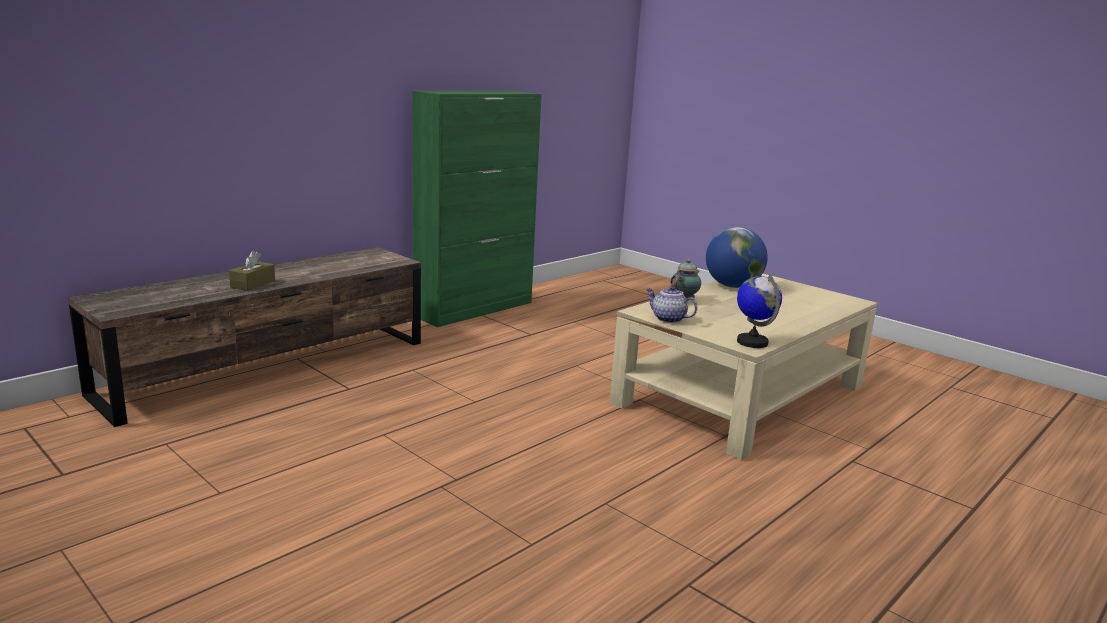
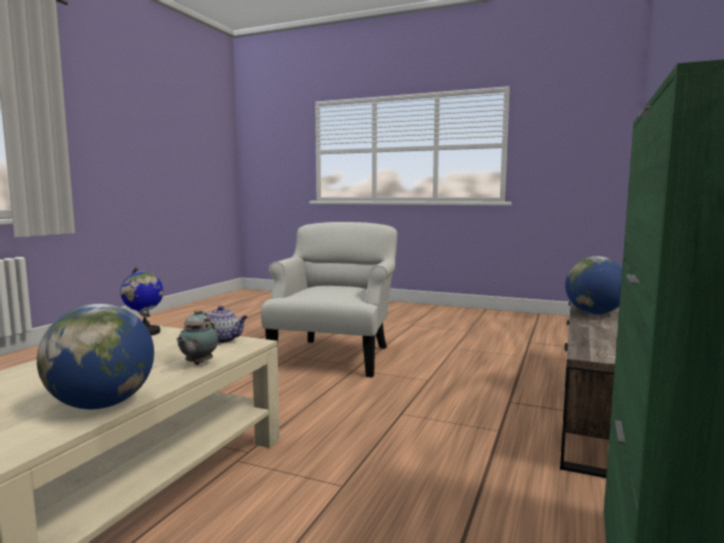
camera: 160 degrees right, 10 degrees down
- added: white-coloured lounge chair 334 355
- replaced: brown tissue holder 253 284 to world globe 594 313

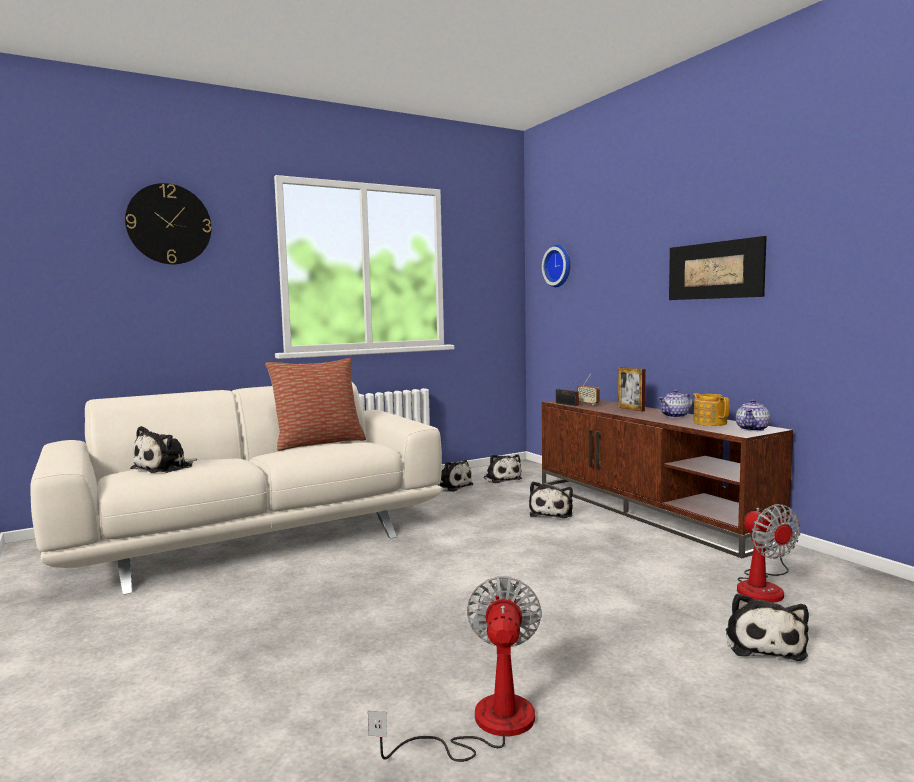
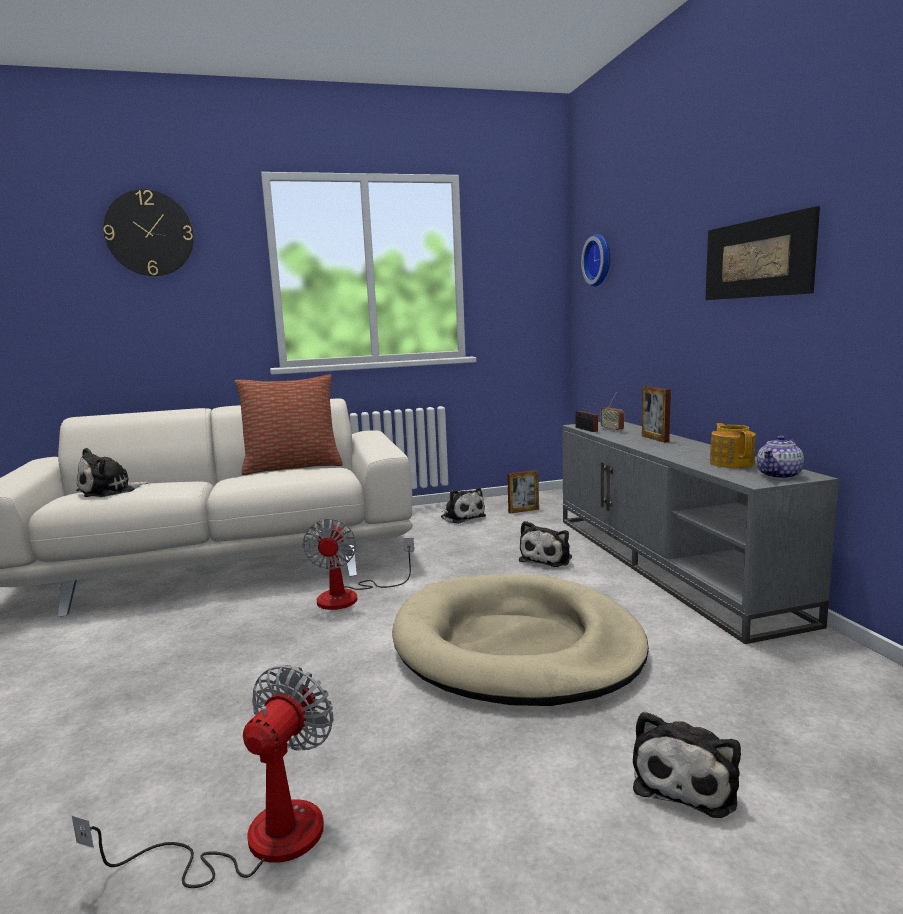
camera: 15 degrees right, 5 degrees up
- moved: electric fan 763 587 to 351 596
- added: beige pet bed 516 646
- replaced: plush toy 501 479 to standing frame 523 510
- recoloured: brown tv unit 648 510 to greyish tv unit 668 564
- removed: teapot 675 416

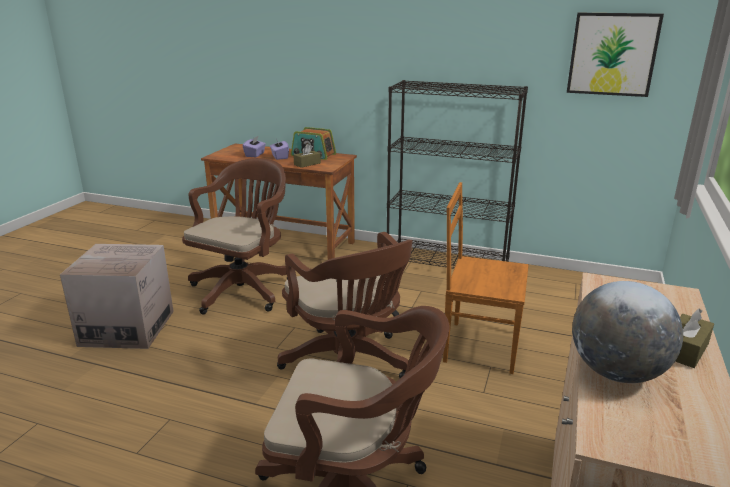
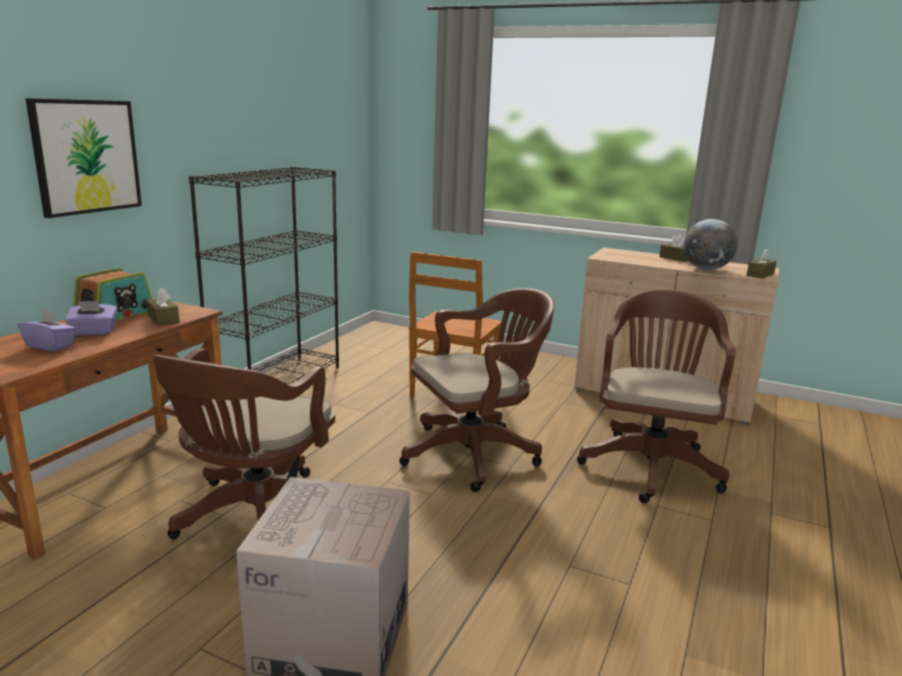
camera: 85 degrees left, 5 degrees down
- moved: picture 612 54 to 86 156
- turned: brown office chair 245 288 = 254 519 105 degrees counterclockwise
- added: brown tissue holder 760 274

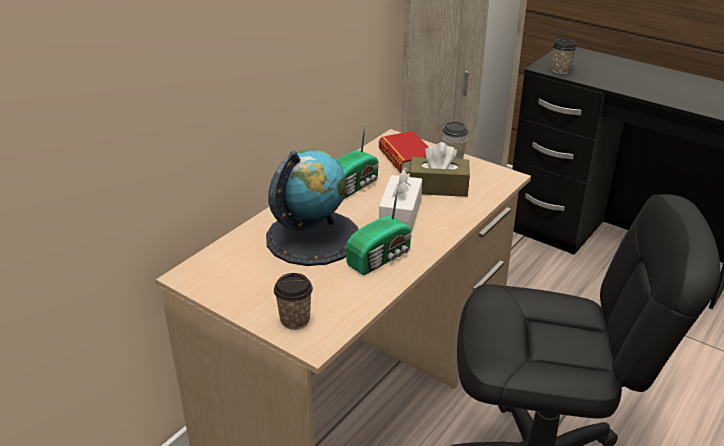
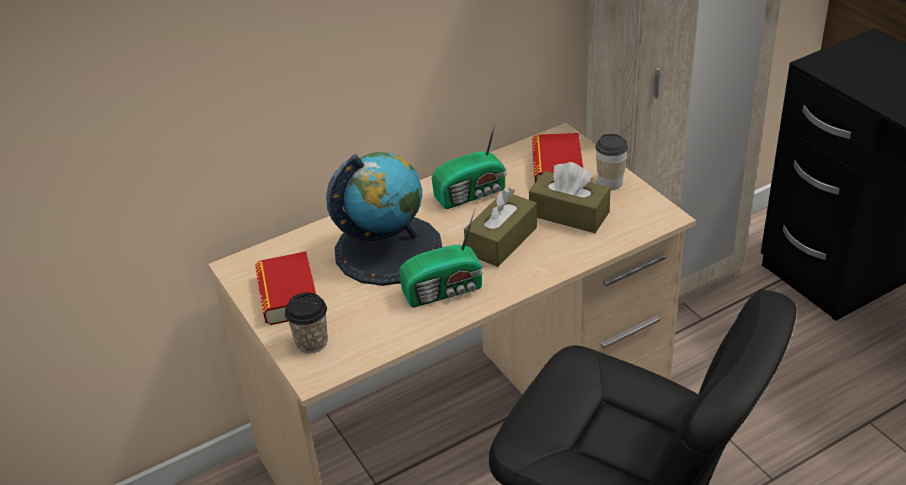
camera: 25 degrees right, 5 degrees up
- added: volume 288 295
- recoloured: white-coloured tissue holder 400 214 to brown tissue holder 501 240
- removed: small cup 560 70

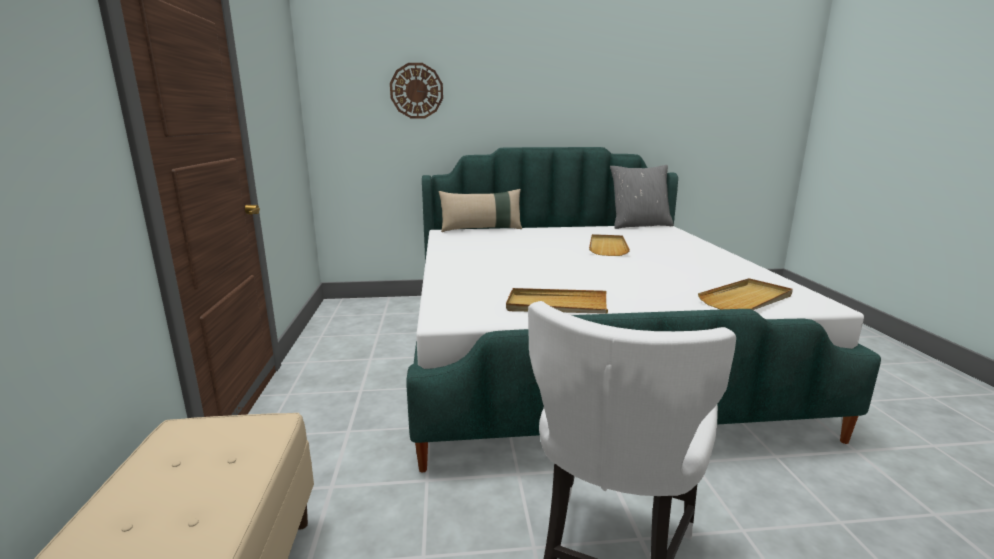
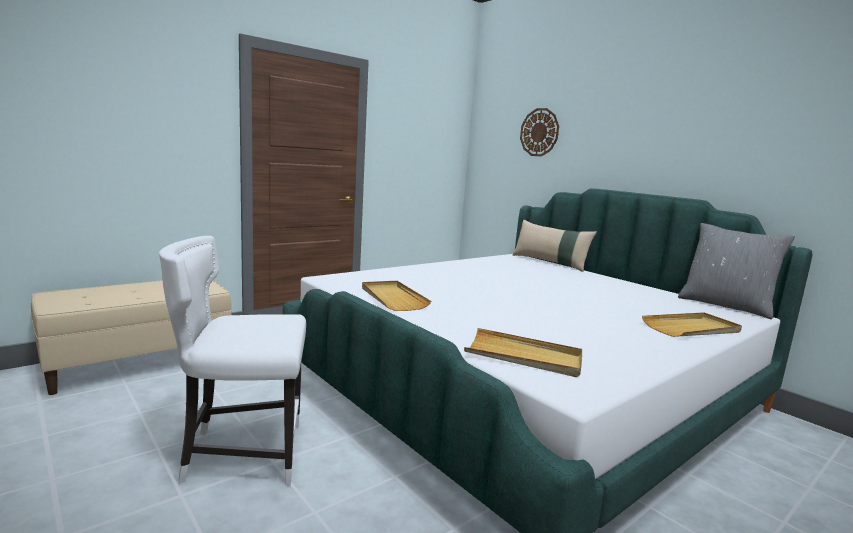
camera: 55 degrees right, 5 degrees down
- moved: beige tray 607 247 to 692 328

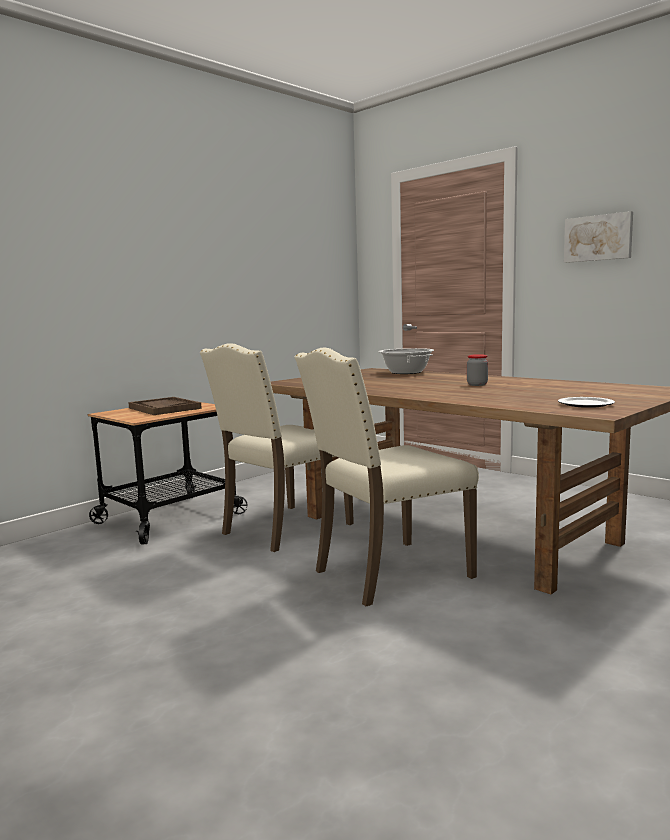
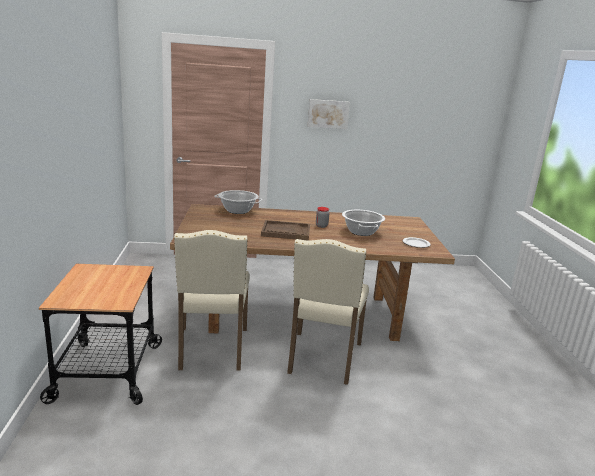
camera: 50 degrees left, 10 degrees up
- moved: brown tray 164 408 to 285 232
- added: cooking pot 361 232

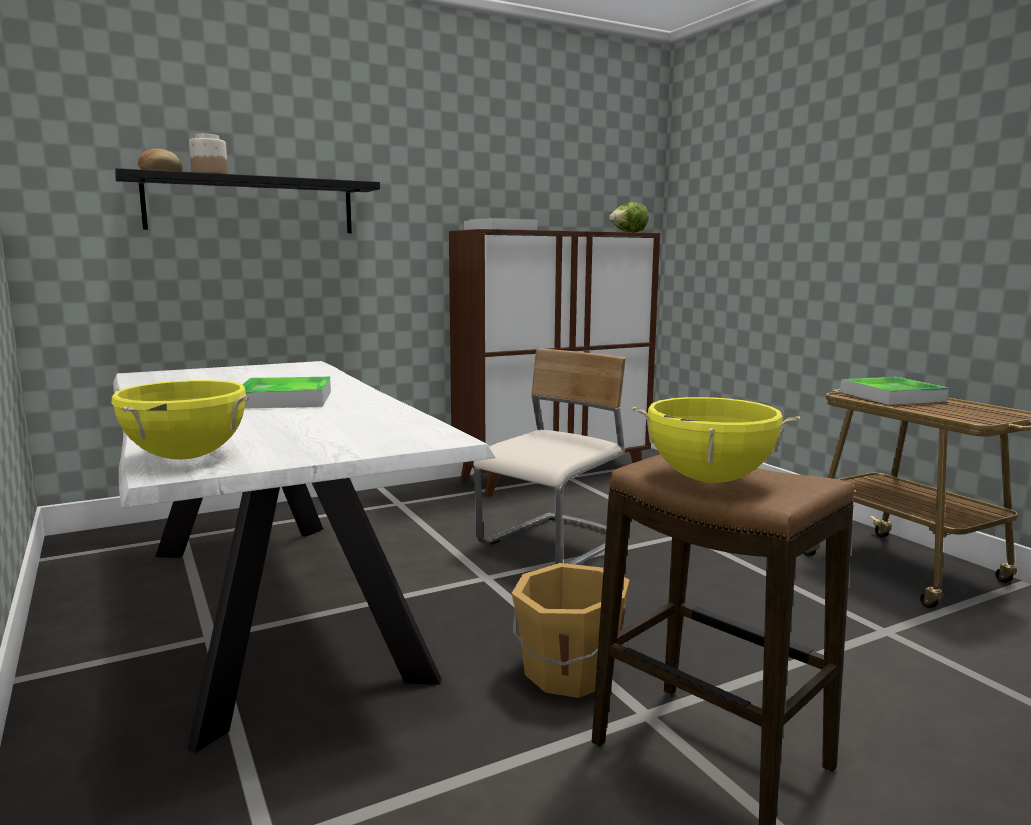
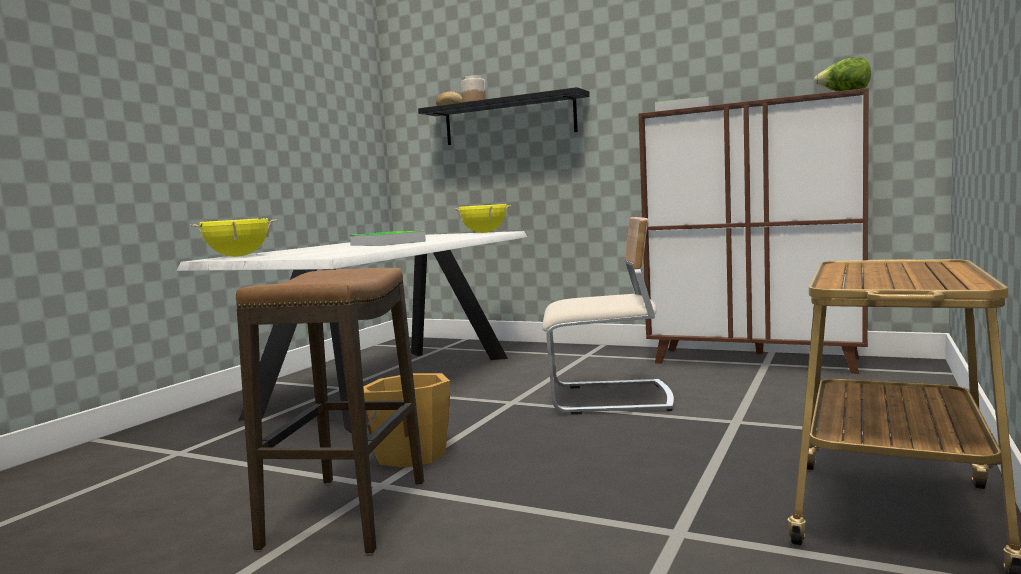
camera: 55 degrees right, 5 degrees down
- moved: yellow-coloured cooking pot 709 480 to 484 232
- removed: tray 891 396

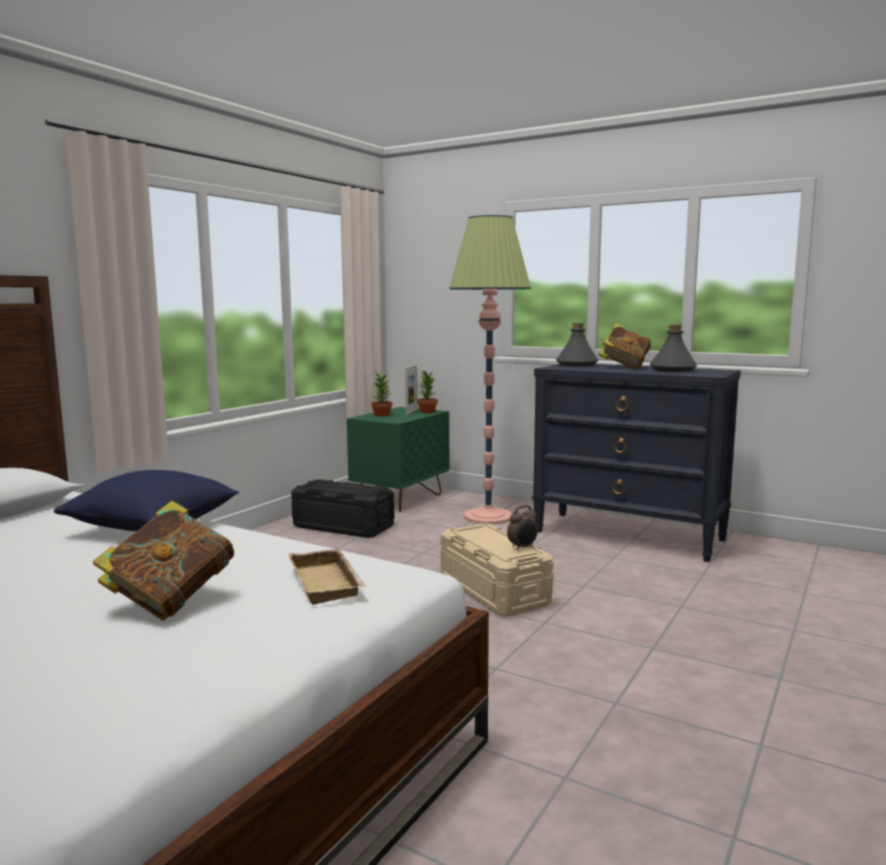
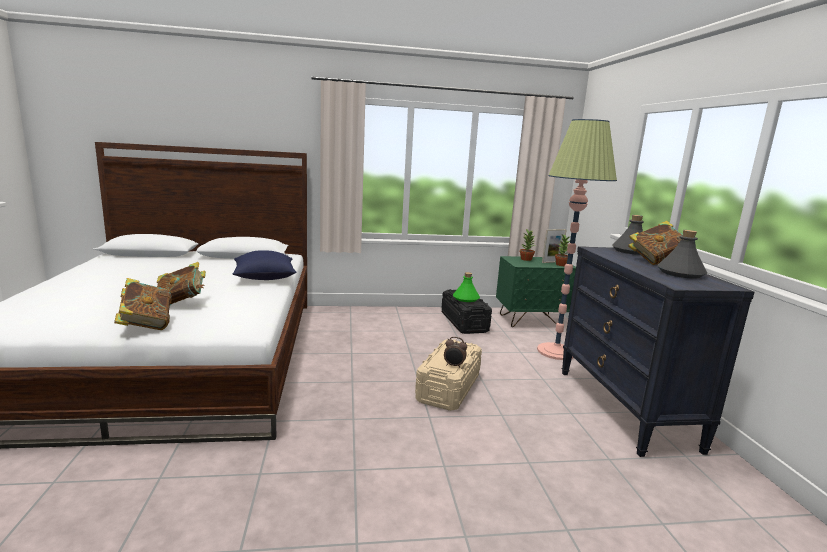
camera: 50 degrees right, 5 degrees up
- added: volume 146 325
- added: greenish drink bottle 466 298
- removed: beige tray 328 583

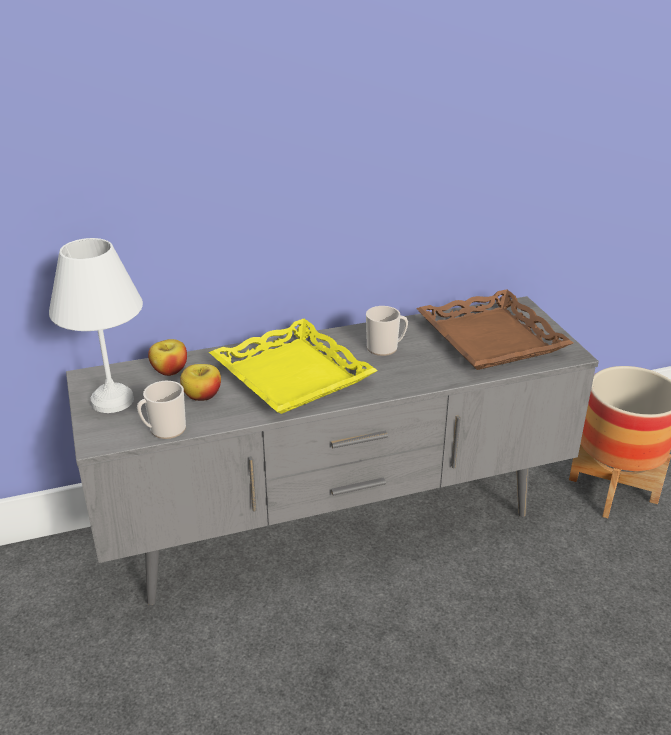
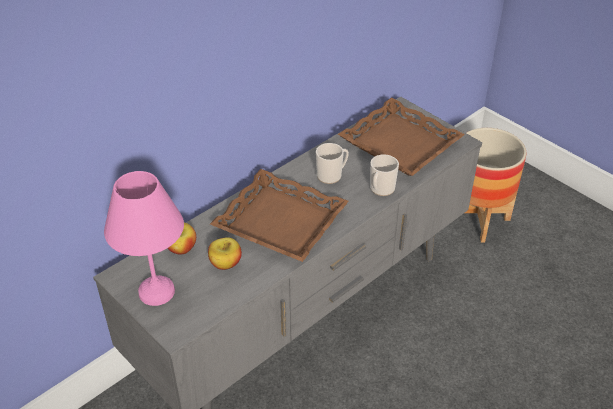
camera: 25 degrees left, 10 degrees up
- recoloured: white-coloured lamp for a table 114 400 to pinkish lamp for a table 158 290
- recoloured: yellow-coloured tray 293 375 to brown tray 281 221
- moved: coffee mug 164 430 to 381 189

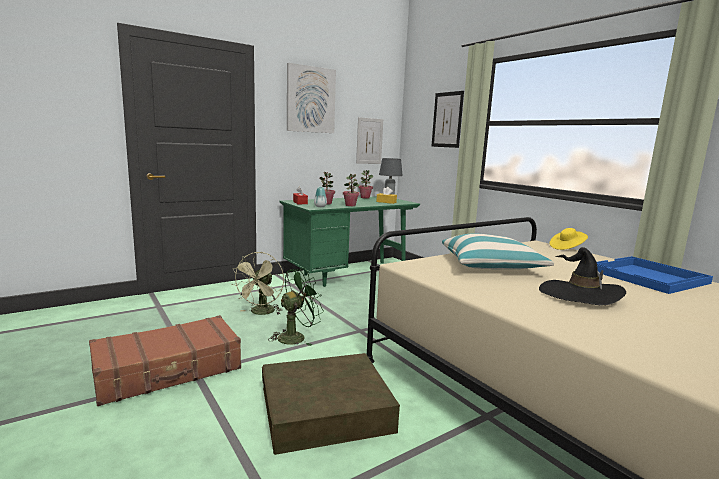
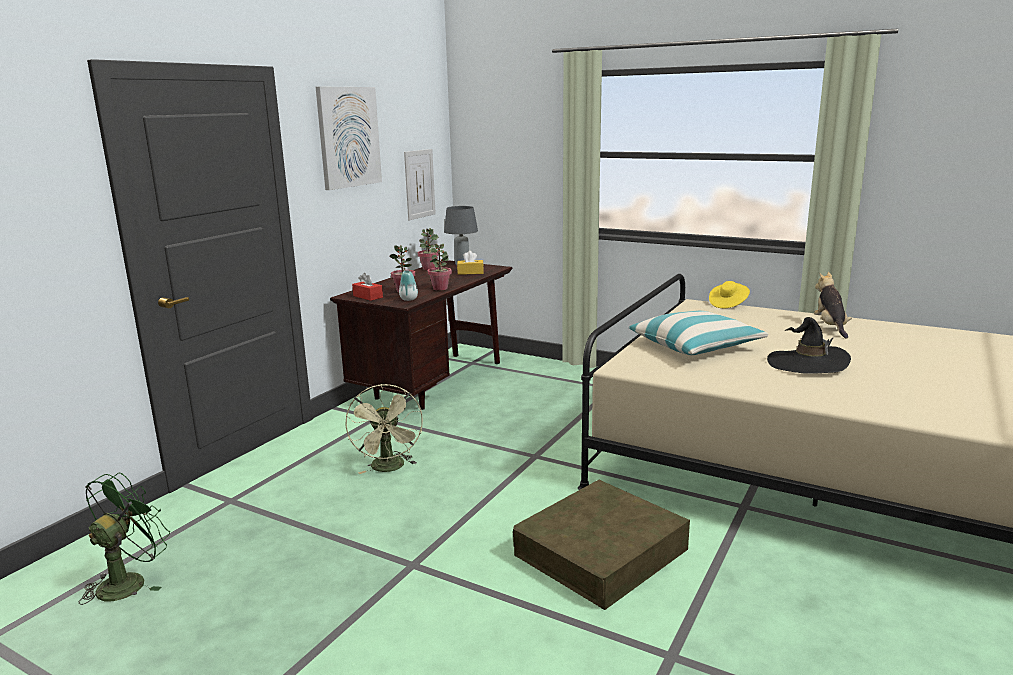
camera: 25 degrees left, 5 degrees up
- moved: greenish electric fan 296 337 to 129 581
- recoloured: greenish desk 348 274 to brown desk 433 383
- replaced: blue-coloured tray 647 277 to plush toy 830 327
- removed: brown suitcase 169 370
- removed: picture 447 120

